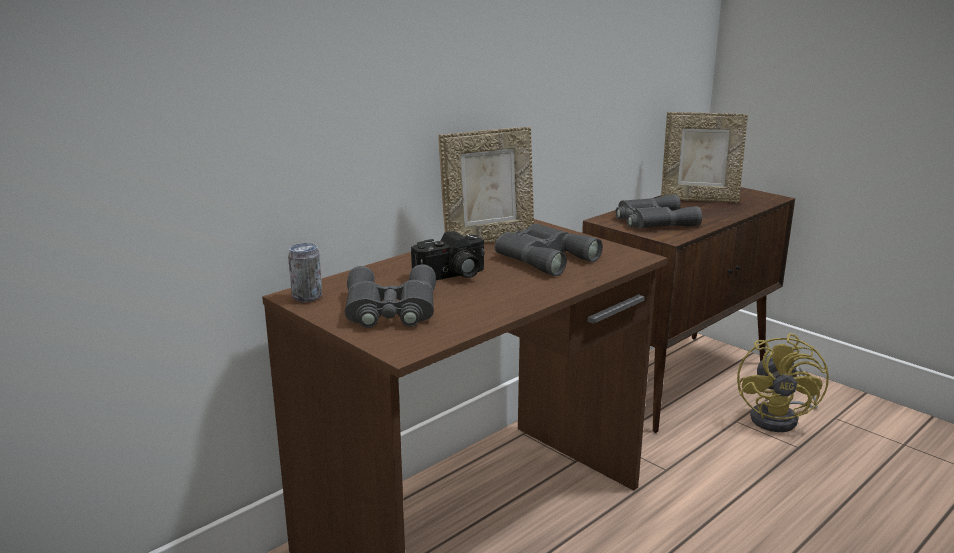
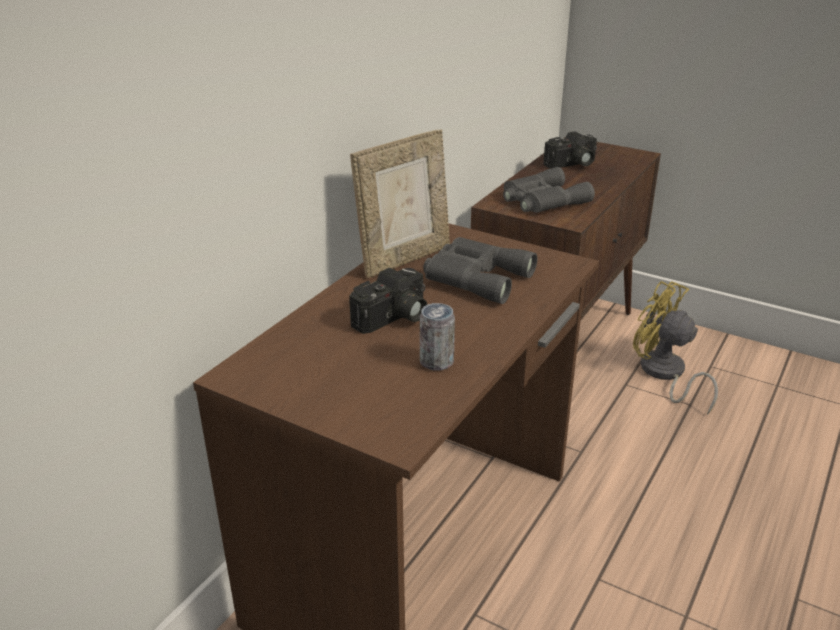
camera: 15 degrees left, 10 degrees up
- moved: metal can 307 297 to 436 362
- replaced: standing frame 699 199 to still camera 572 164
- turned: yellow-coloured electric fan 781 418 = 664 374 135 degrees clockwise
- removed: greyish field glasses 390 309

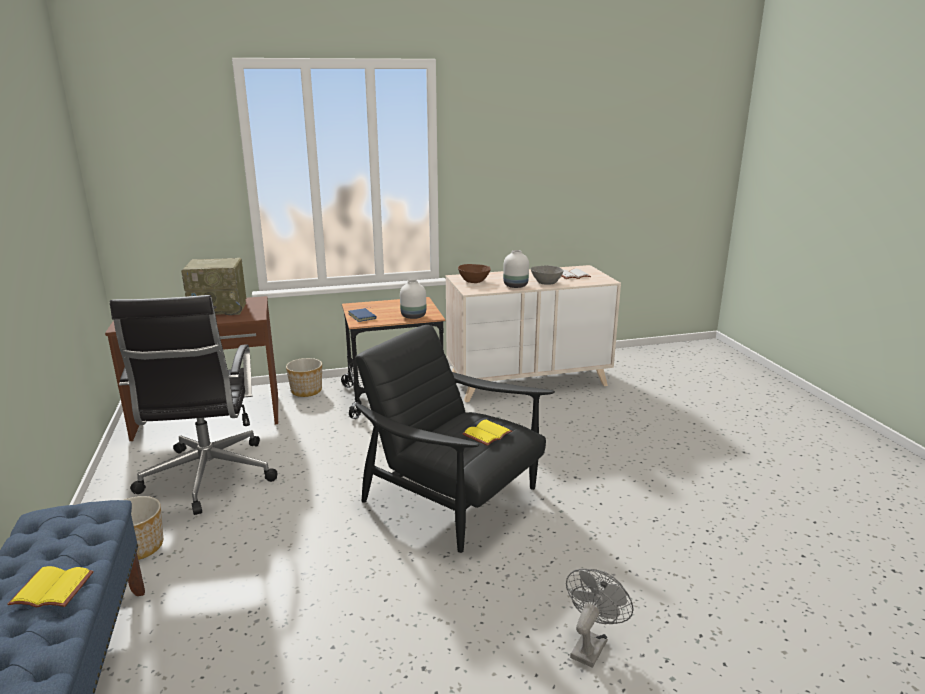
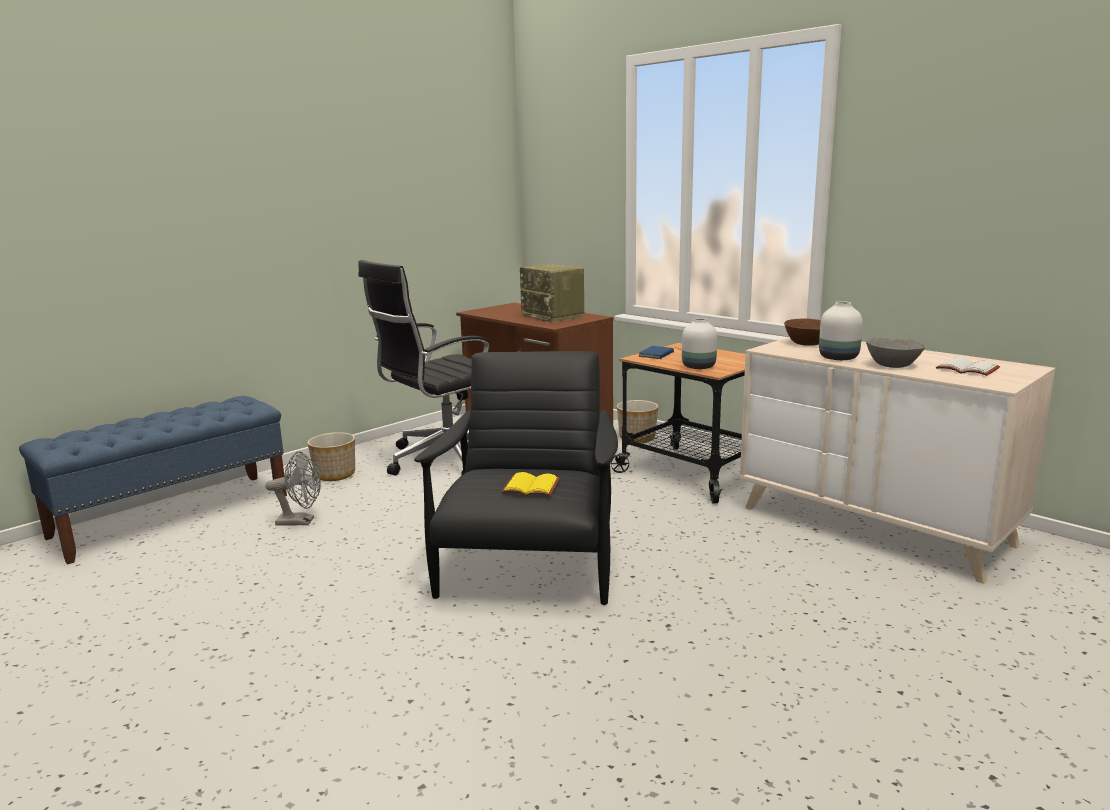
camera: 60 degrees right, 5 degrees down
- moved: greyish electric fan 591 644 to 301 521
- removed: yellow-coloured volume 50 590

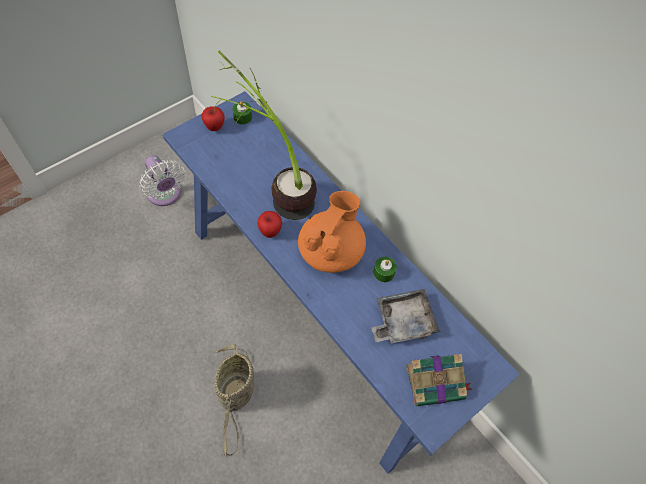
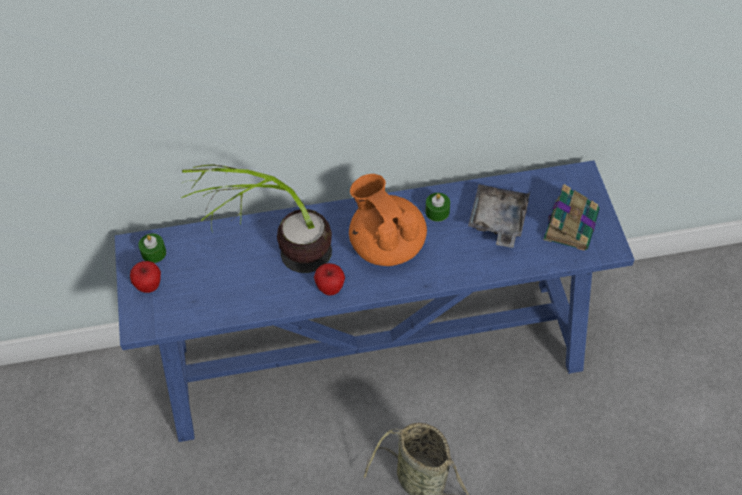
camera: 55 degrees left, 5 degrees down
- removed: white-coloured electric fan 165 195

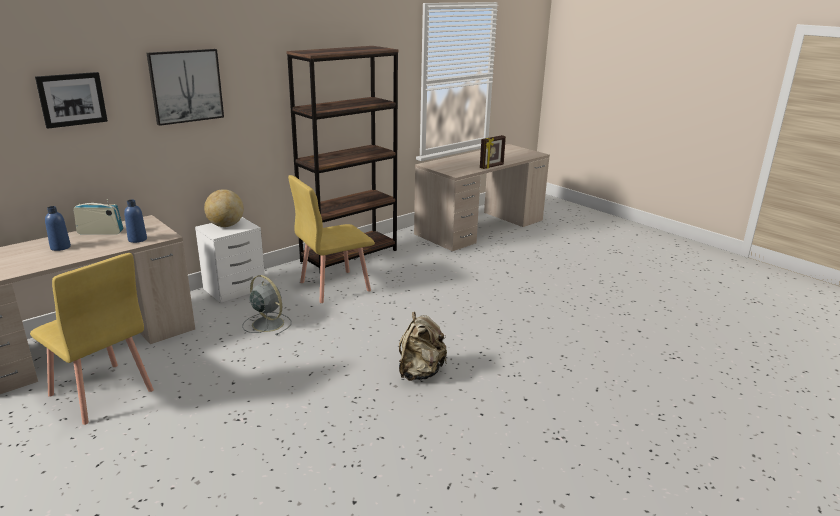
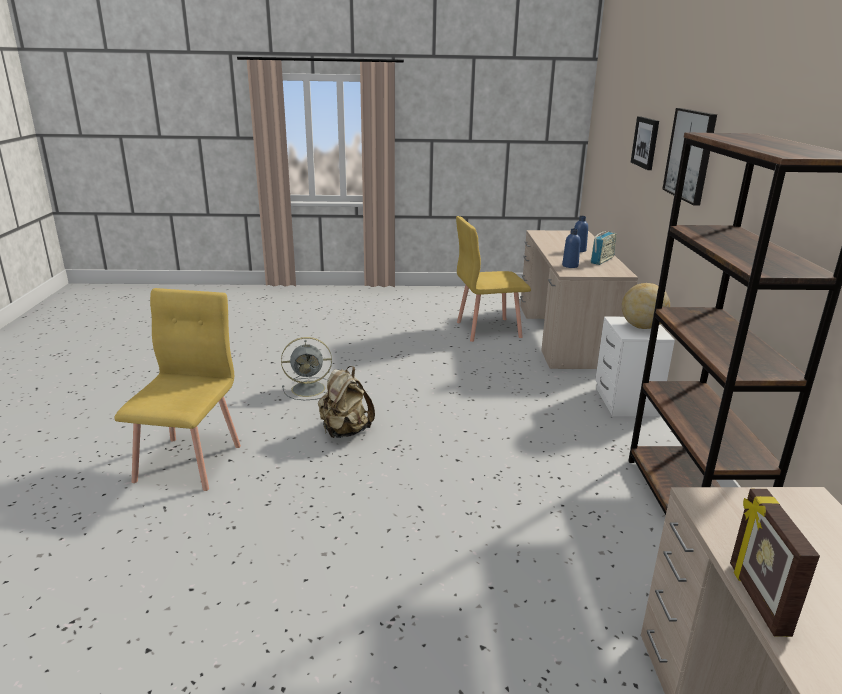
camera: 130 degrees right, 0 degrees up
- moved: yellow-coloured upright chair 334 286 to 190 462
- moved: greyish electric fan 267 323 to 310 389

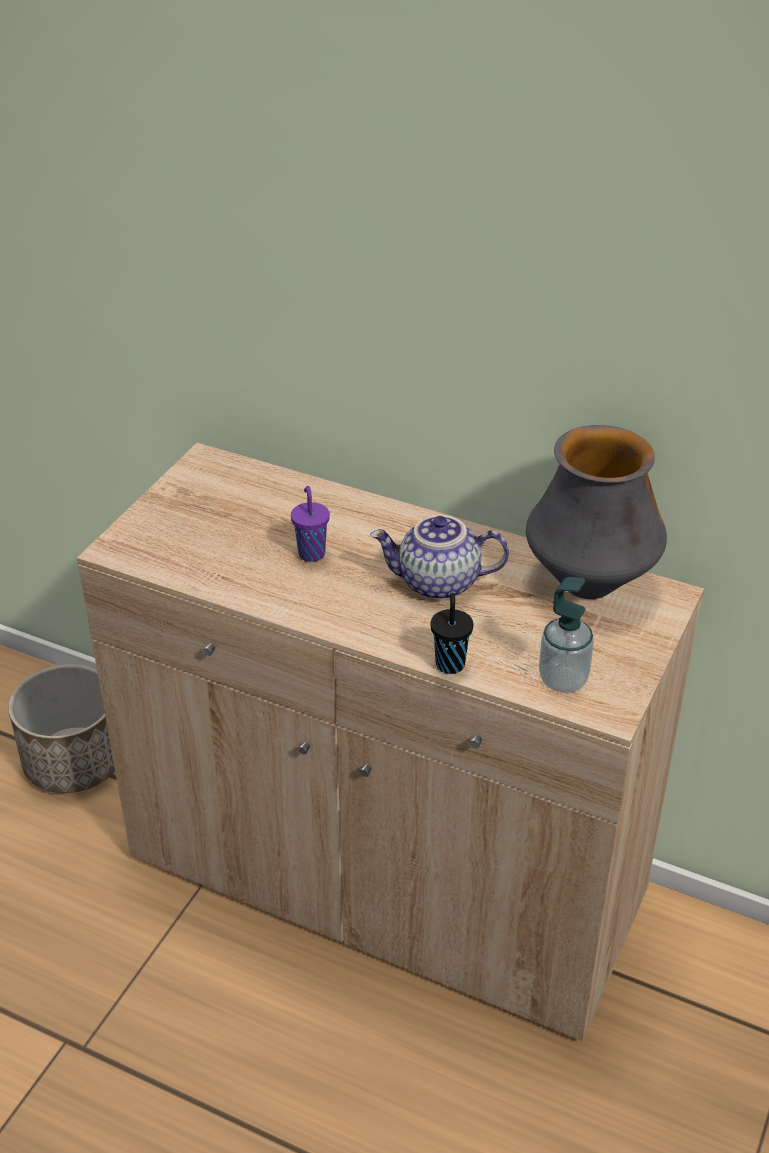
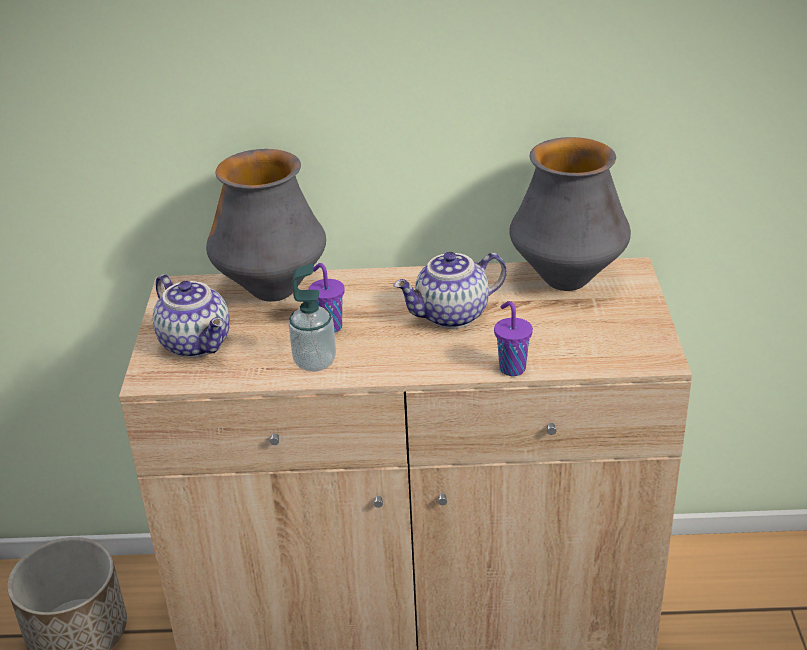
camera: 25 degrees left, 5 degrees down
- added: teapot 197 343
- added: flower vase 272 291
- moved: liquid soap bottle 563 680 to 315 362
- recoloured: black-coloured small cup 450 663 to purple-coloured small cup 511 368

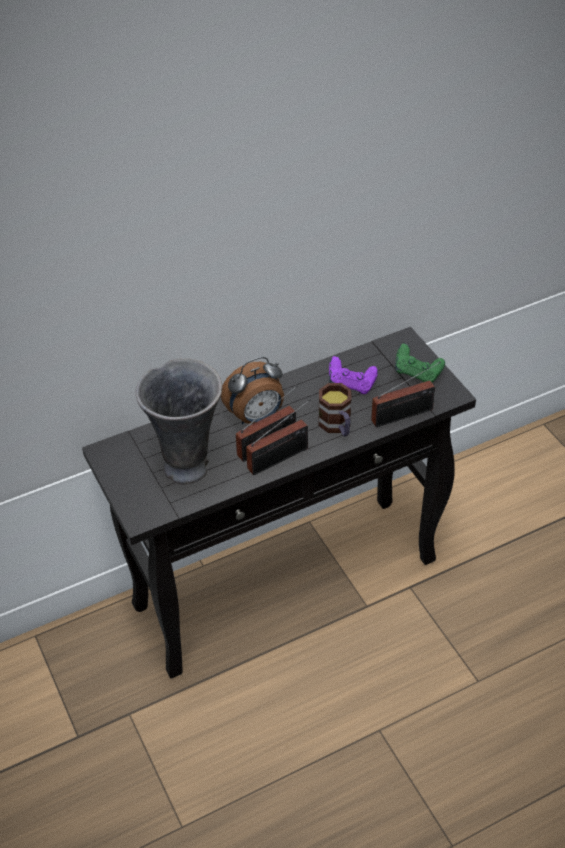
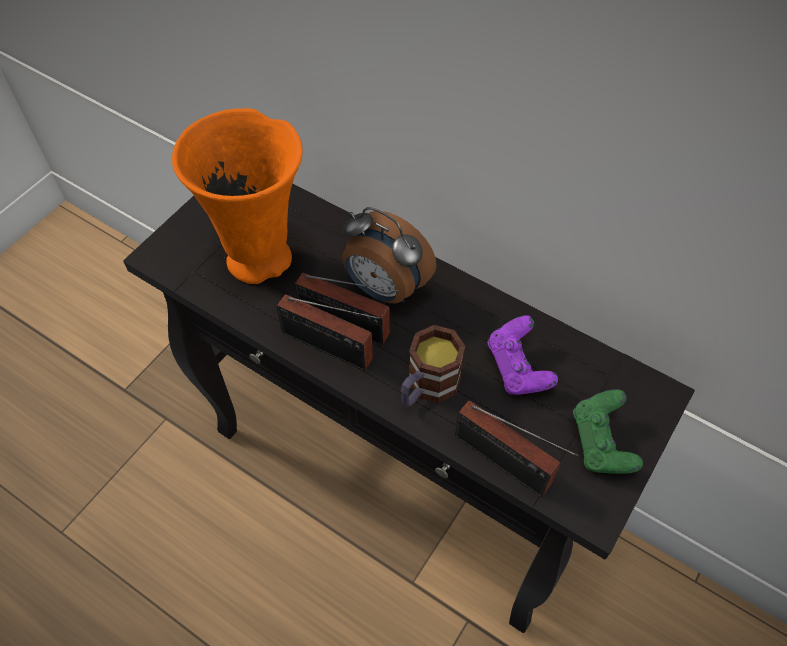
camera: 60 degrees right, 10 degrees up
- recoloured: greyish flower vase 188 466 to orange-coloured flower vase 262 260

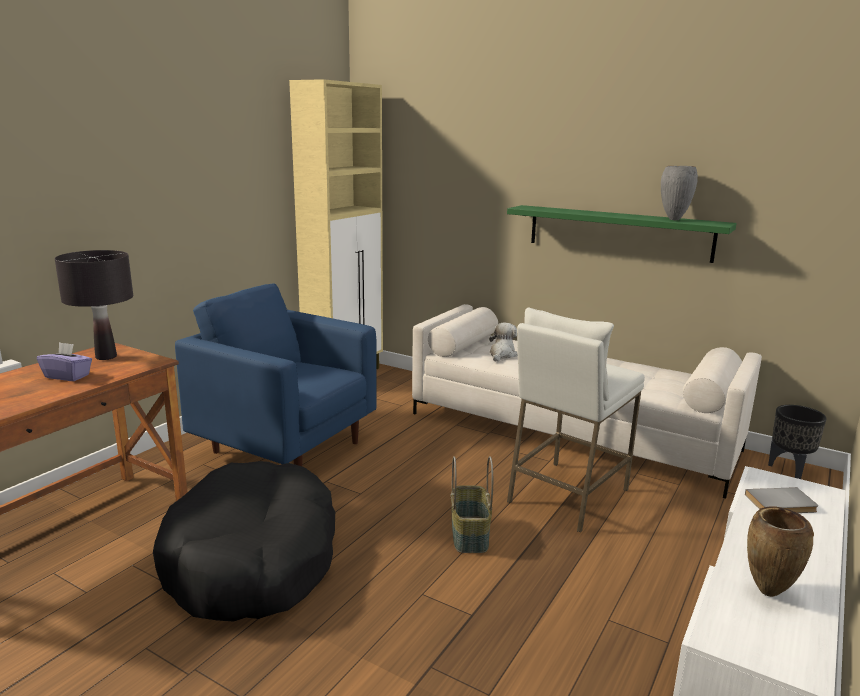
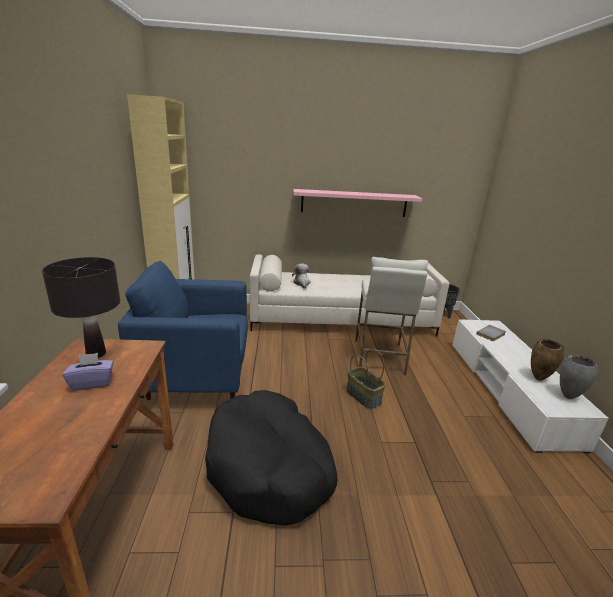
camera: 35 degrees left, 5 degrees up
- recoloured: greenish wall shelf 618 232 to pinkish wall shelf 354 203
- moved: greyish flower vase 673 219 to 567 397

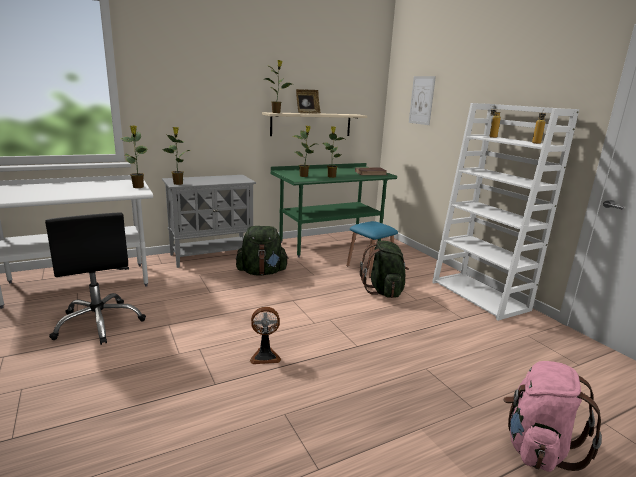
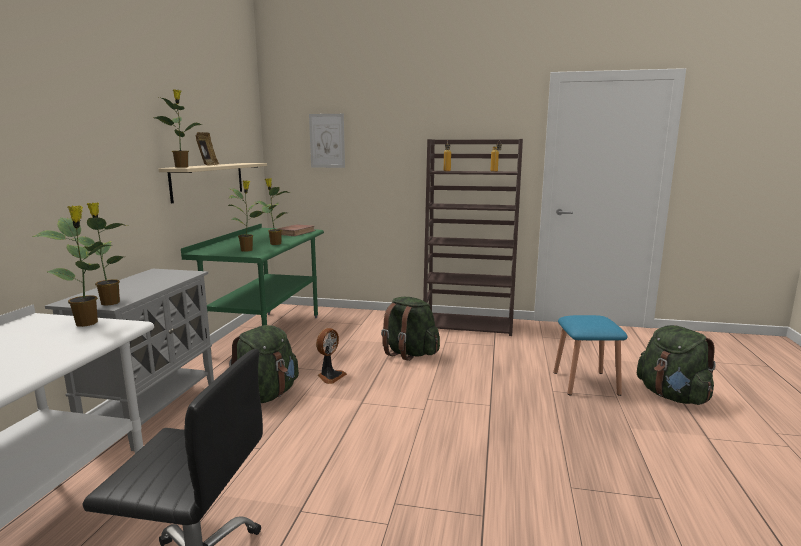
camera: 50 degrees left, 5 degrees down
- moved: electric fan 265 356 to 330 376
- recoloured: white-coloured bookcase 480 296 to brown bookcase 469 324
- moved: blue-coloured sitting stool 370 268 to 585 383
- recoloured: pinkish rucksack 537 447 to greenish rucksack 672 396

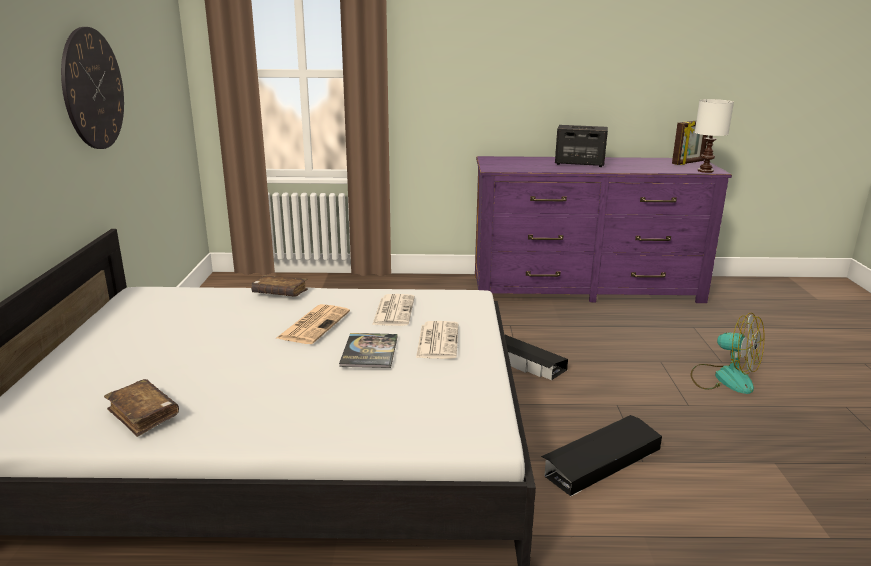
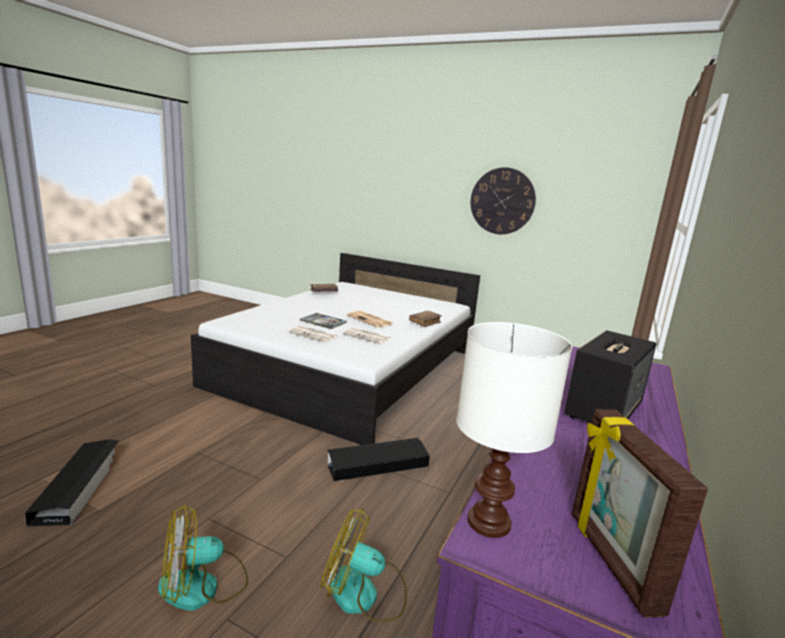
camera: 115 degrees right, 5 degrees down
- moved: black-coloured storage bin 600 461 to 79 486
- added: electric fan 364 594

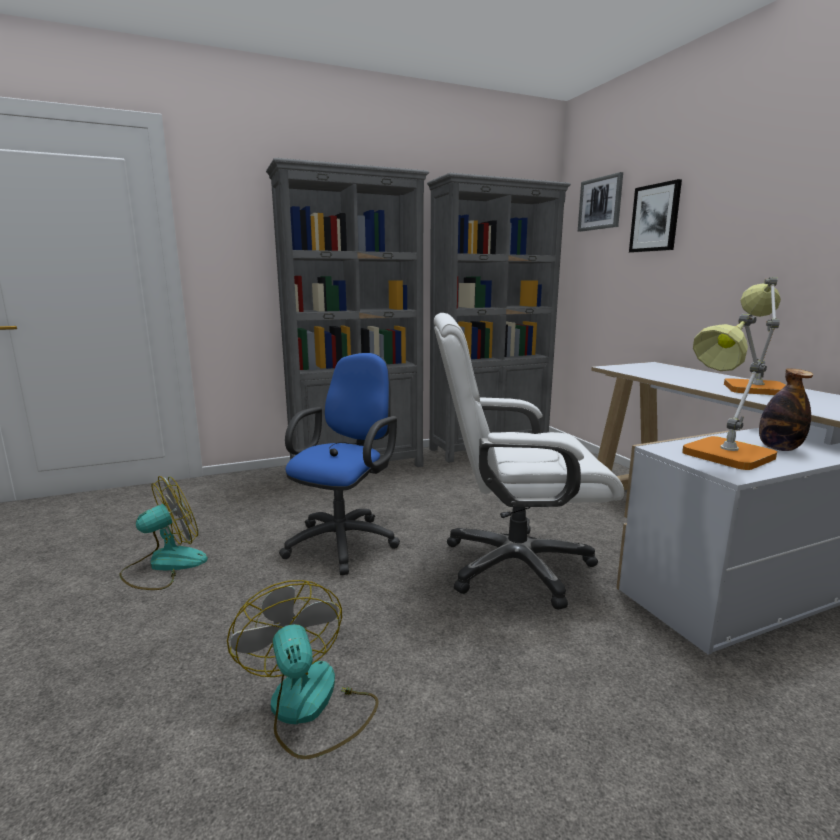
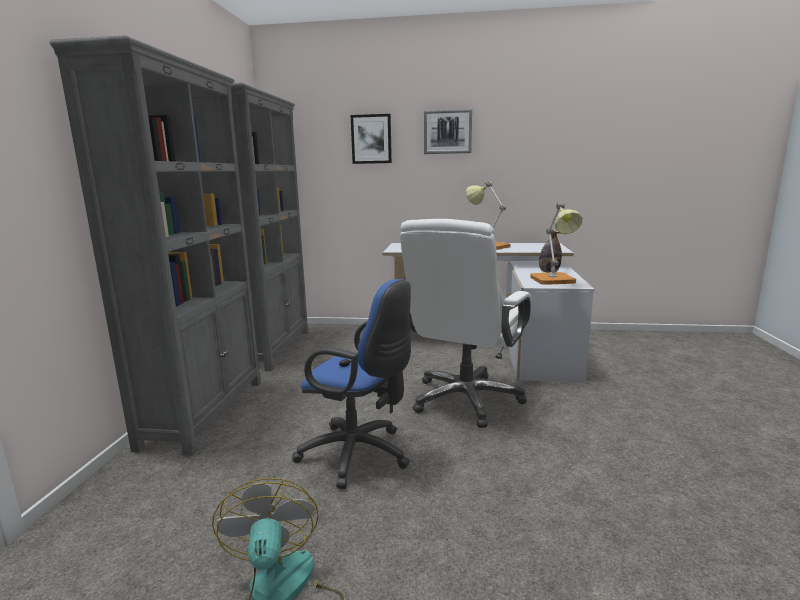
camera: 60 degrees left, 0 degrees up
- turned: blue-coloured office chair 345 541 = 360 455 150 degrees clockwise
- moved: picture 600 203 to 447 132
- removed: electric fan 310 708

